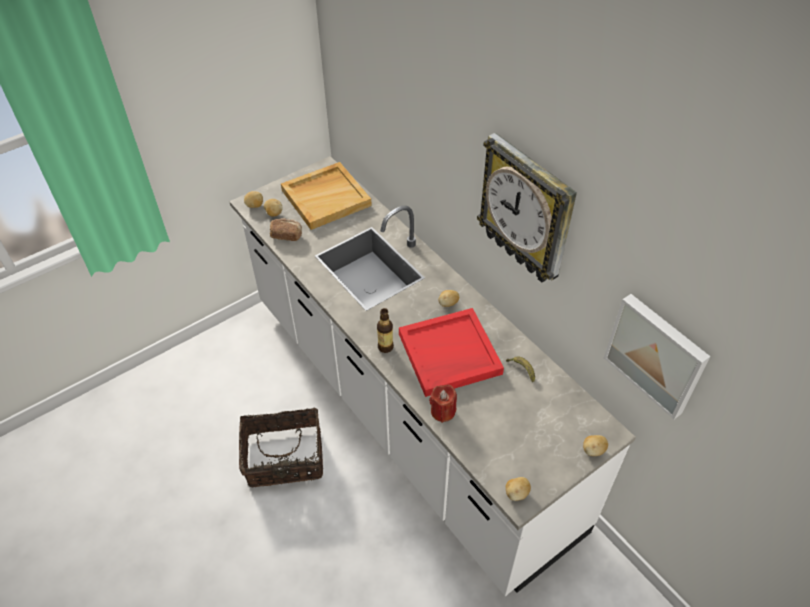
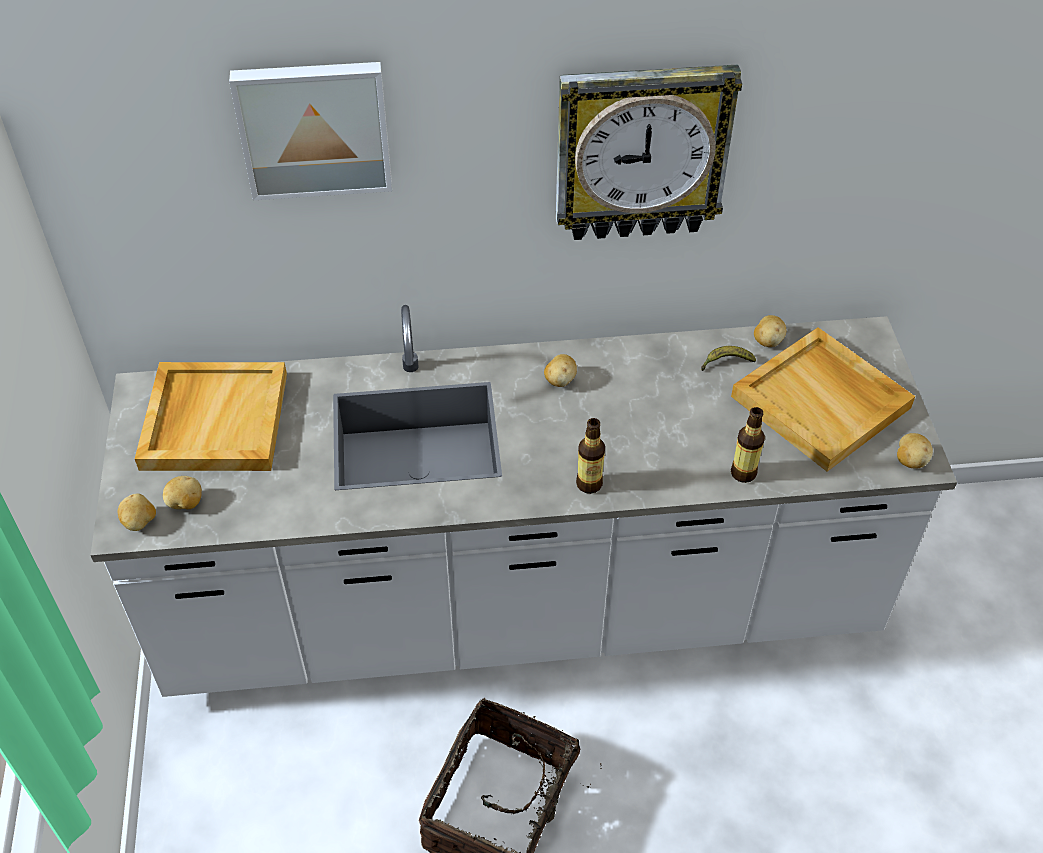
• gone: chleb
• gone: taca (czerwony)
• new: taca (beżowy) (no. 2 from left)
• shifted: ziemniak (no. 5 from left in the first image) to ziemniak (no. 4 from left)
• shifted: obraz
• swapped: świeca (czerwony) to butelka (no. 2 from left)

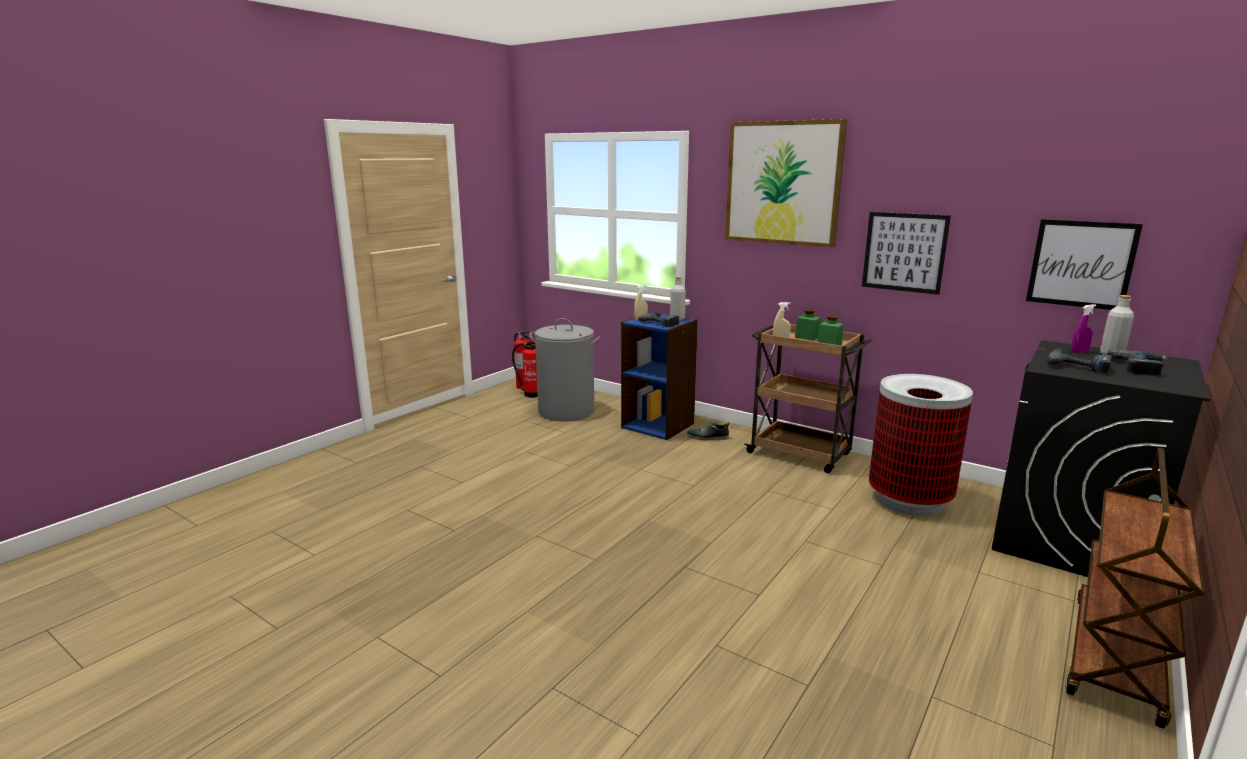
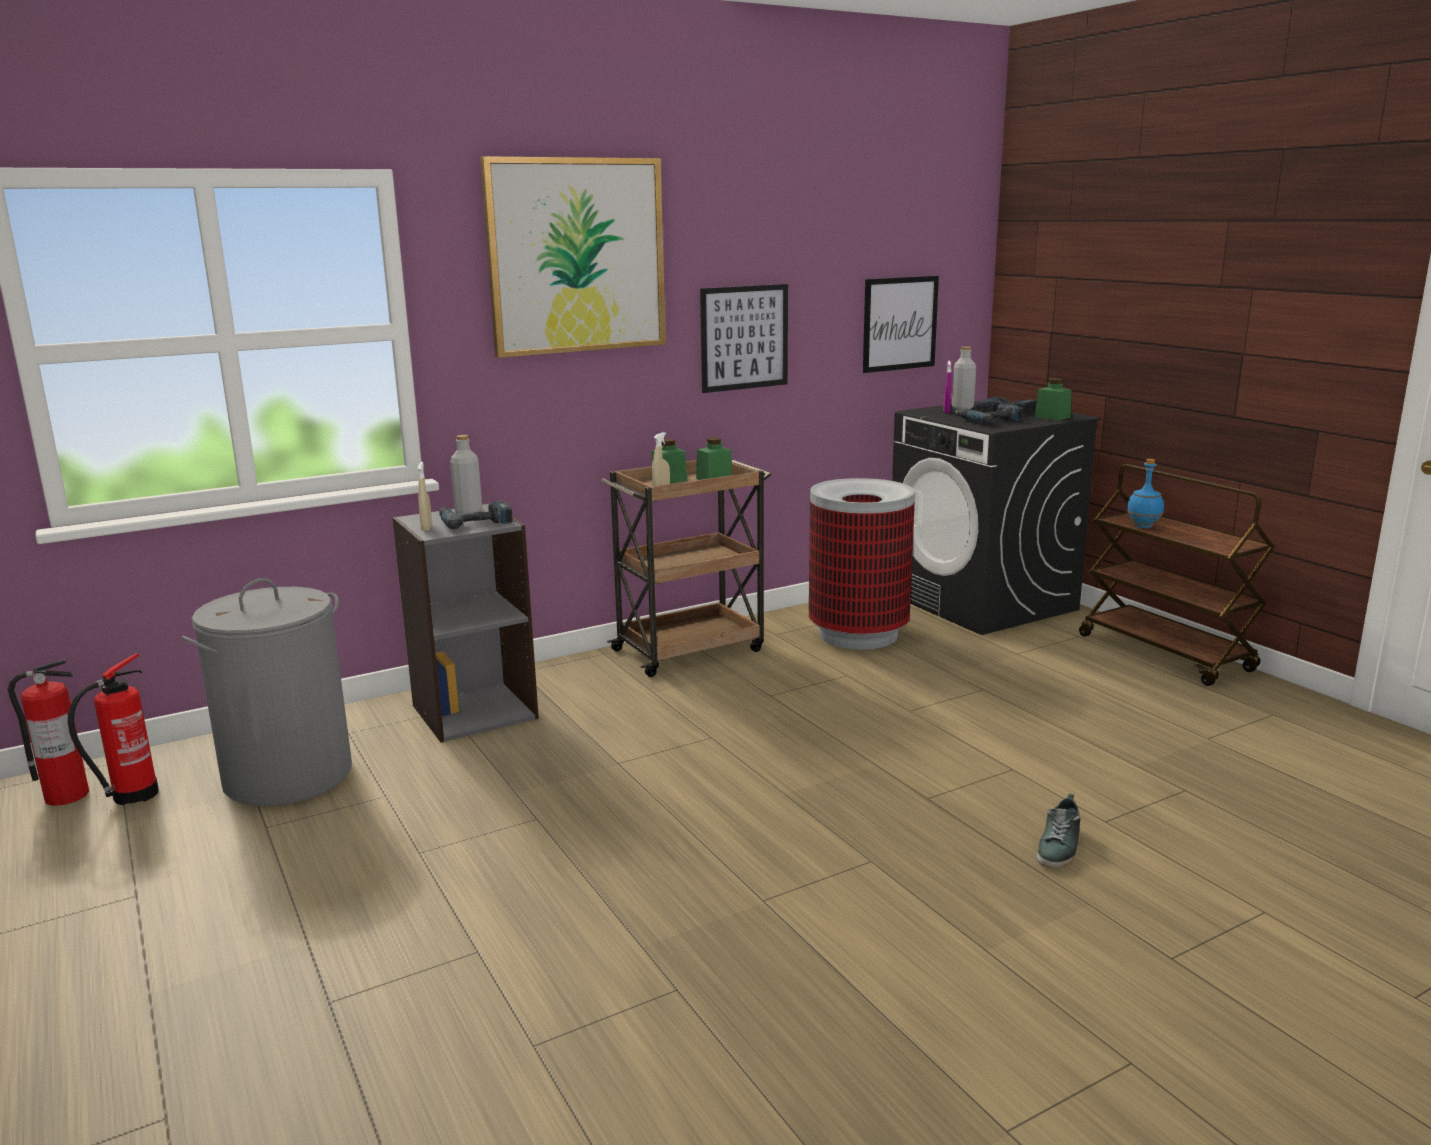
• new: słoik (zielony) (no. 3 from left)
• new: butelka (niebieski)
• shifted: but
• repainted: regał (niebieski) to regał (szary)

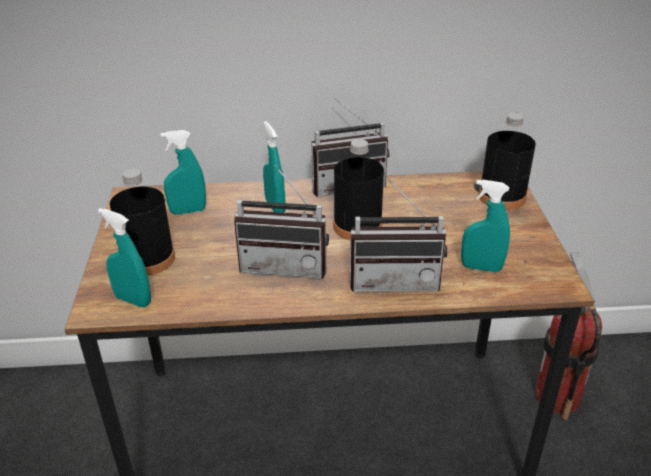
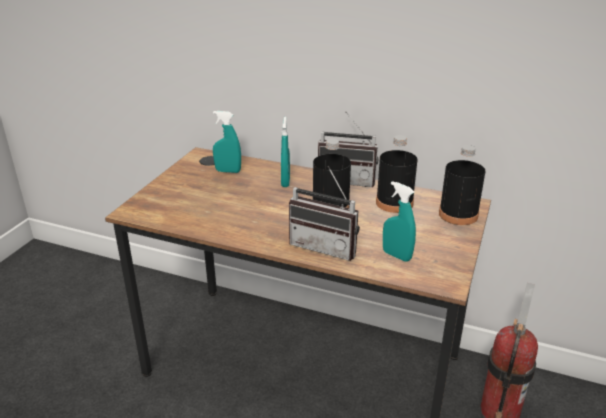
• gone: spryskiwacz (turkusowy) (no. 1 from left)
• gone: radio (no. 1 from left)
• shifted: butelka (czarny) (no. 1 from left in the first image) to butelka (czarny) (no. 2 from left)

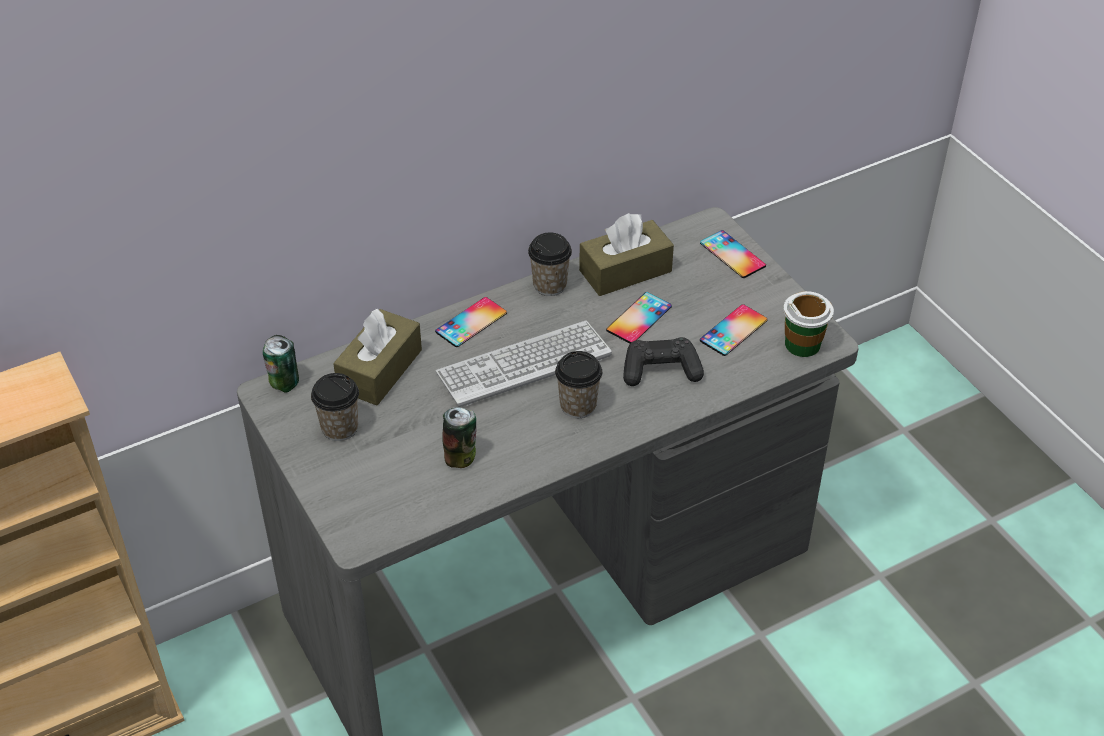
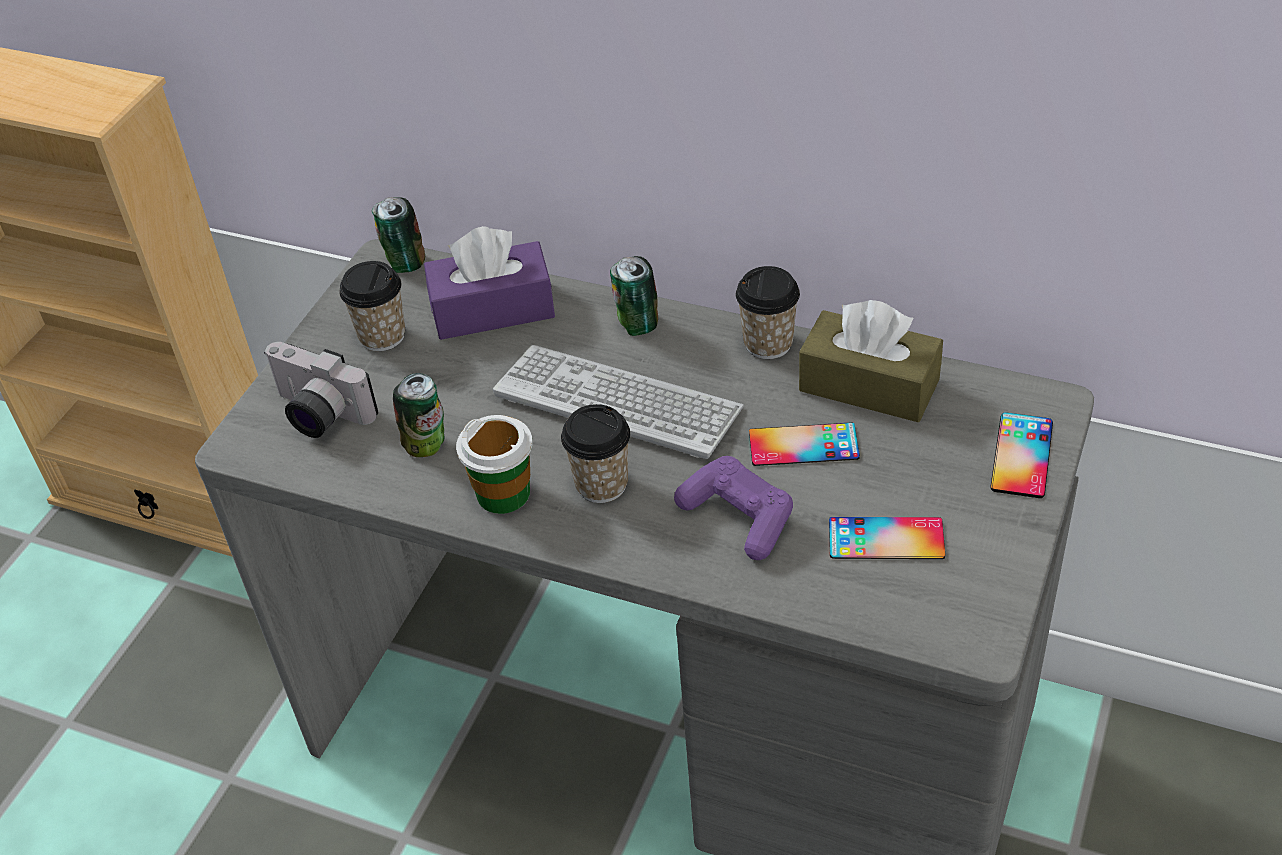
• new: aparat fotograficzny
• shifted: filiżanka (no. 4 from left in the first image) to filiżanka (no. 2 from left)
• swapped: telefon (no. 1 from left) to puszka (no. 3 from left)
• repainted: pudełko chusteczek (brązowy) (no. 1 from left) to pudełko chusteczek (fioletowy)
• repainted: pad do gier (czarny) to pad do gier (fioletowy)

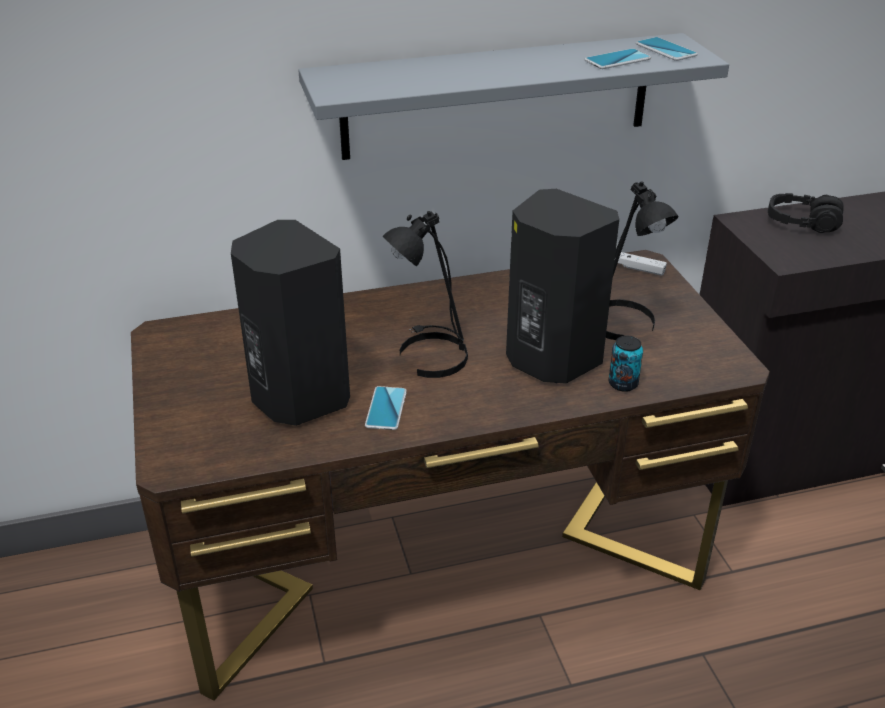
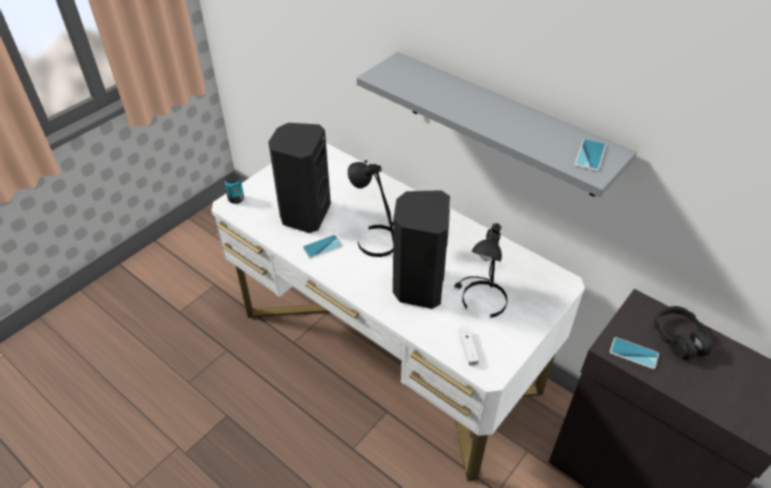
• shifted: telefon (no. 2 from left in the first image) to telefon (no. 3 from left)
• shifted: puszka
• shifted: pad do gier (biały)
• repainted: biurko (brązowy) to biurko (biały)

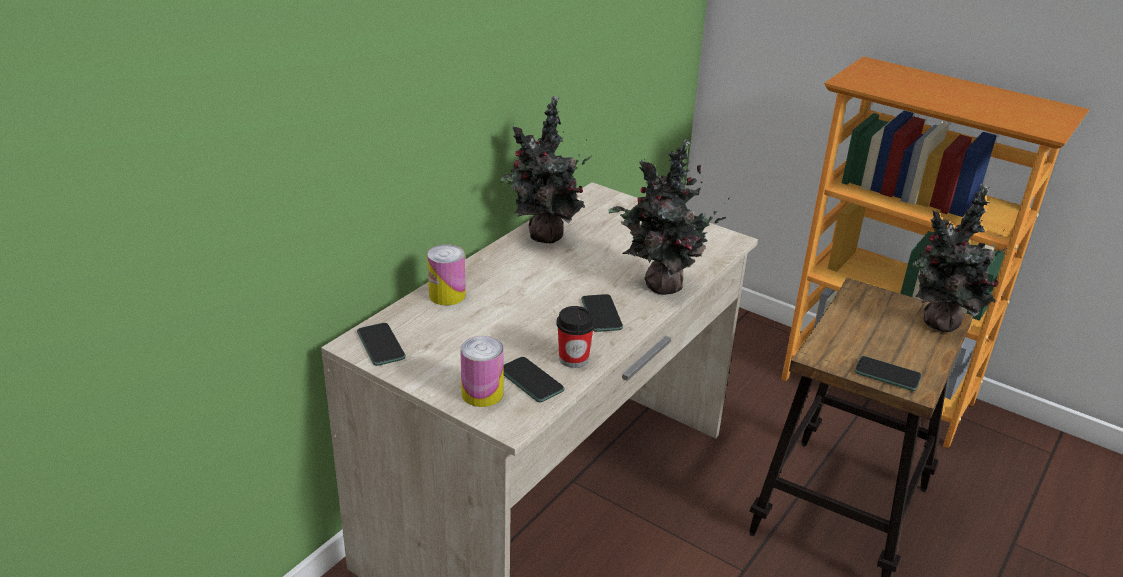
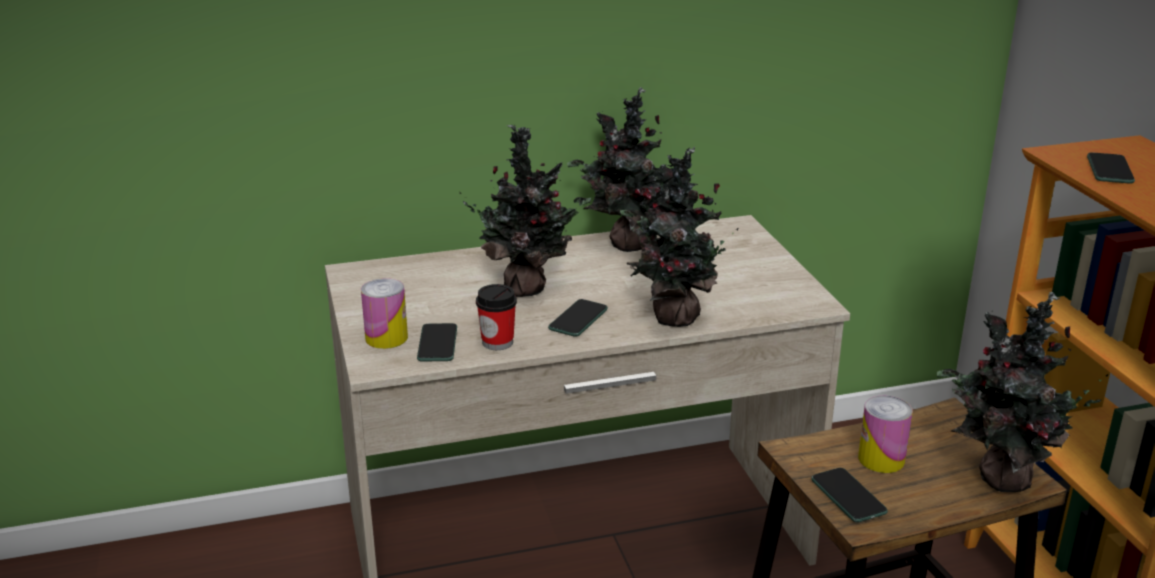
• new: roślina doniczkowa (no. 1 from left)
• shifted: telefon (no. 1 from left in the first image) to telefon (no. 4 from left)
• shifted: puszka (no. 1 from left in the first image) to puszka (no. 2 from left)

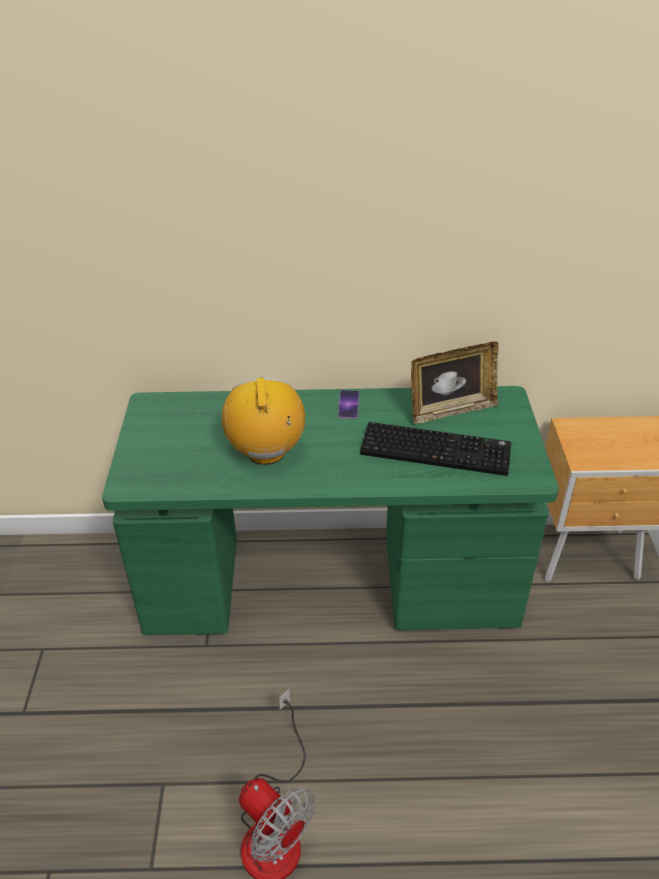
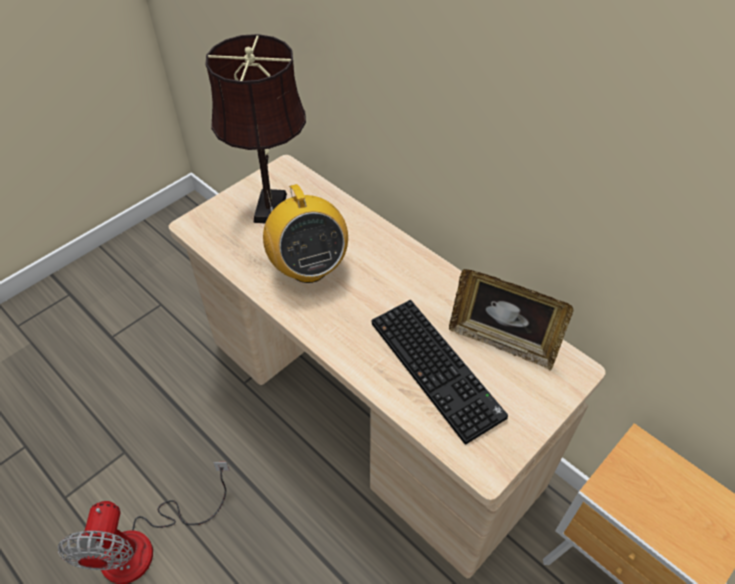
• gone: telefon
• new: lampa stołowa (brązowy)
• repainted: biurko (zielony) to biurko (beżowy)
• rotated: radio 120 degrees clockwise

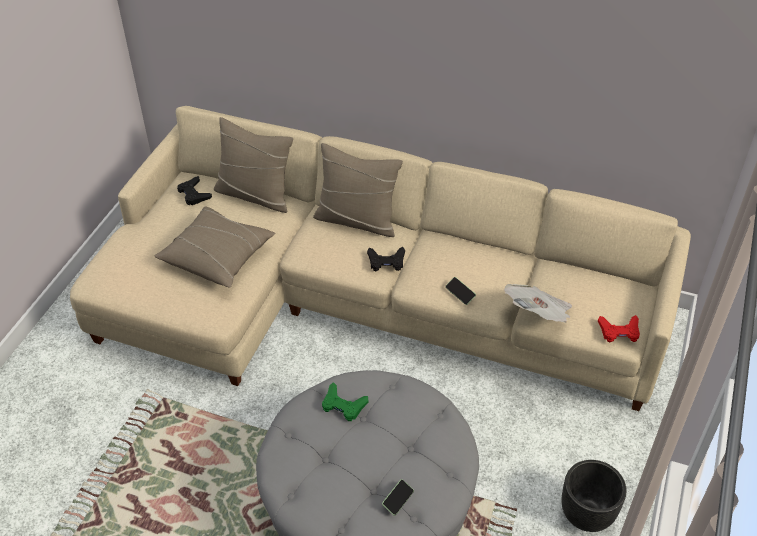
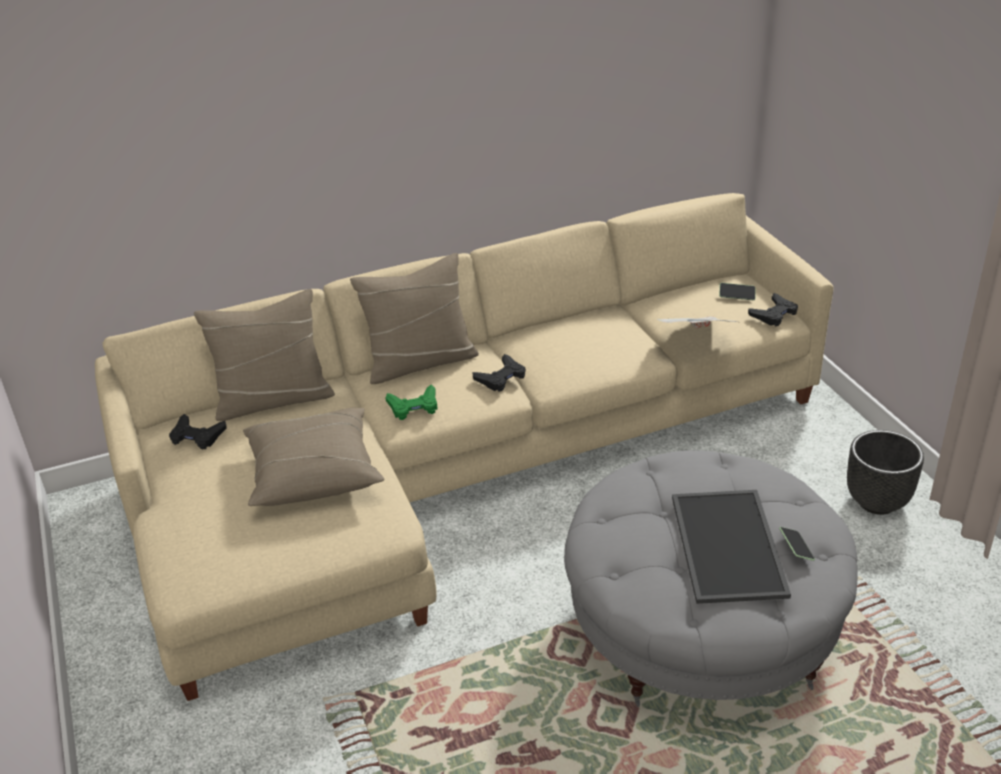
• new: taca
• shifted: pad do gier (zielony)
• shifted: telefon (no. 2 from left in the first image) to telefon (no. 1 from left)
• repainted: pad do gier (czerwony) to pad do gier (czarny) (no. 3 from left)

